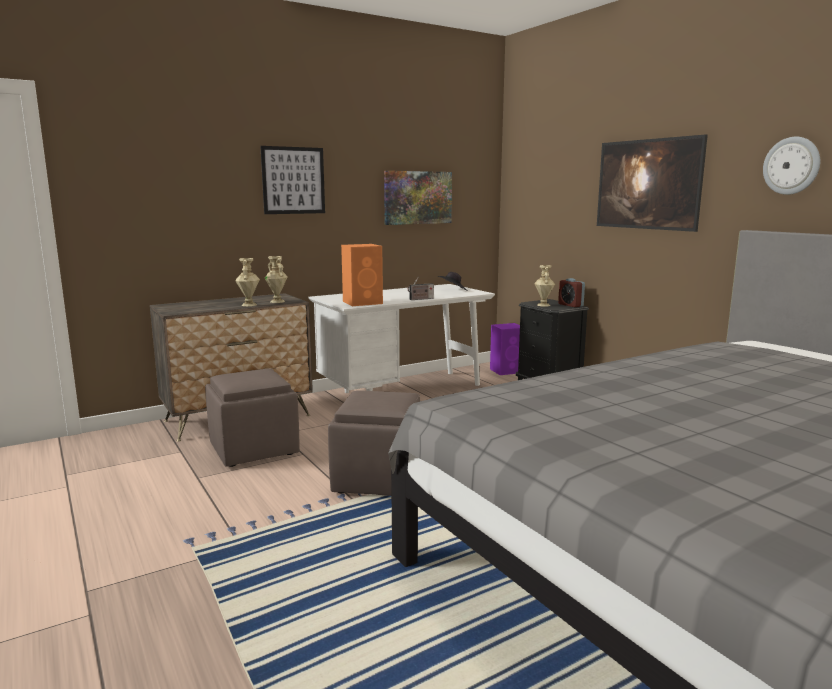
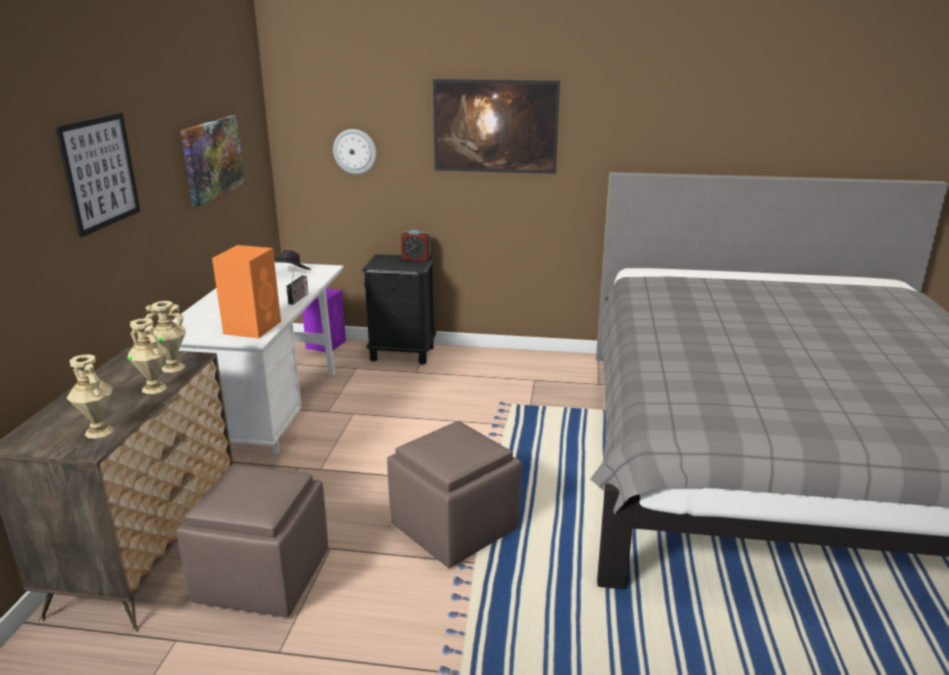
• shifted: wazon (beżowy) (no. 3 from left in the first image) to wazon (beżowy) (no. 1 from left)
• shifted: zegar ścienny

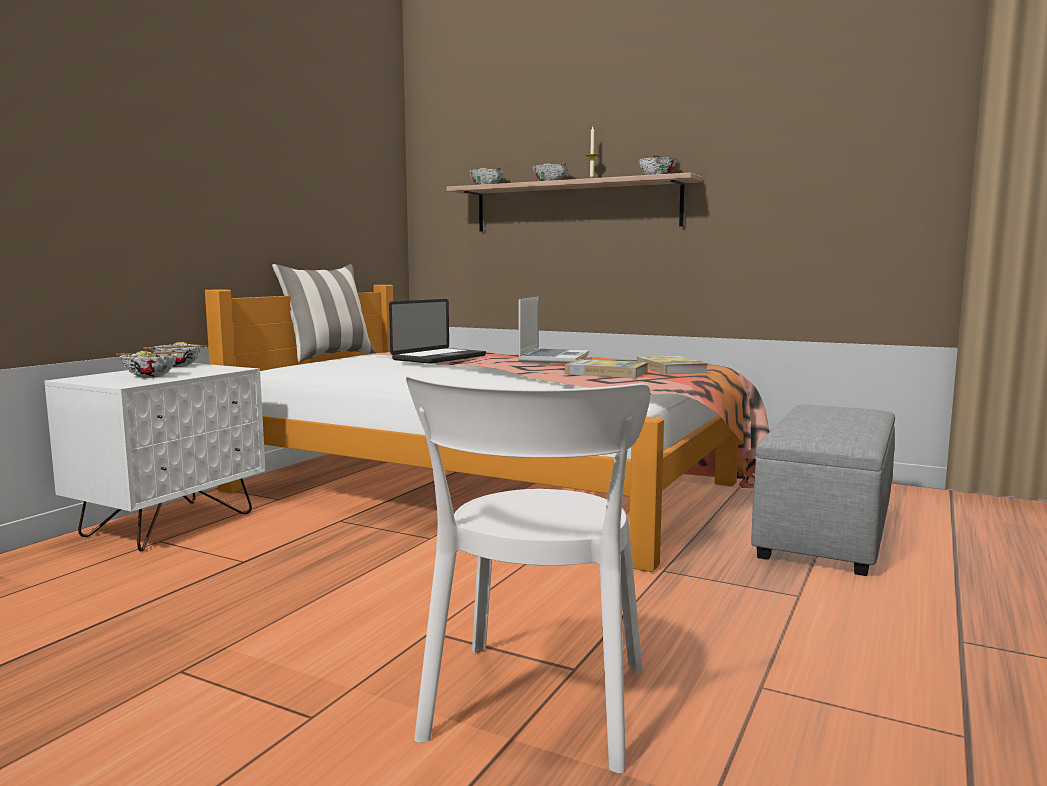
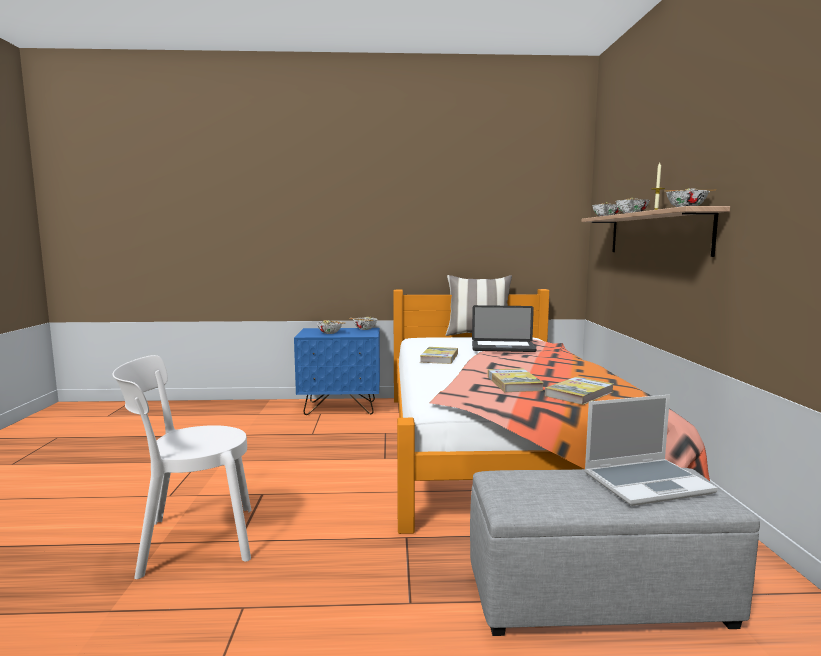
• new: książka (no. 1 from left)
• shifted: laptop (no. 2 from left)
• repainted: szafka nocna (biały) to szafka nocna (niebieski)

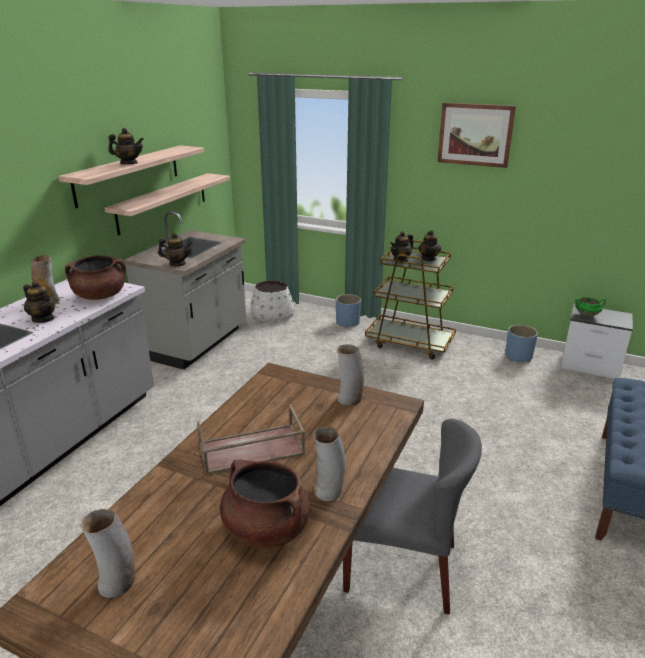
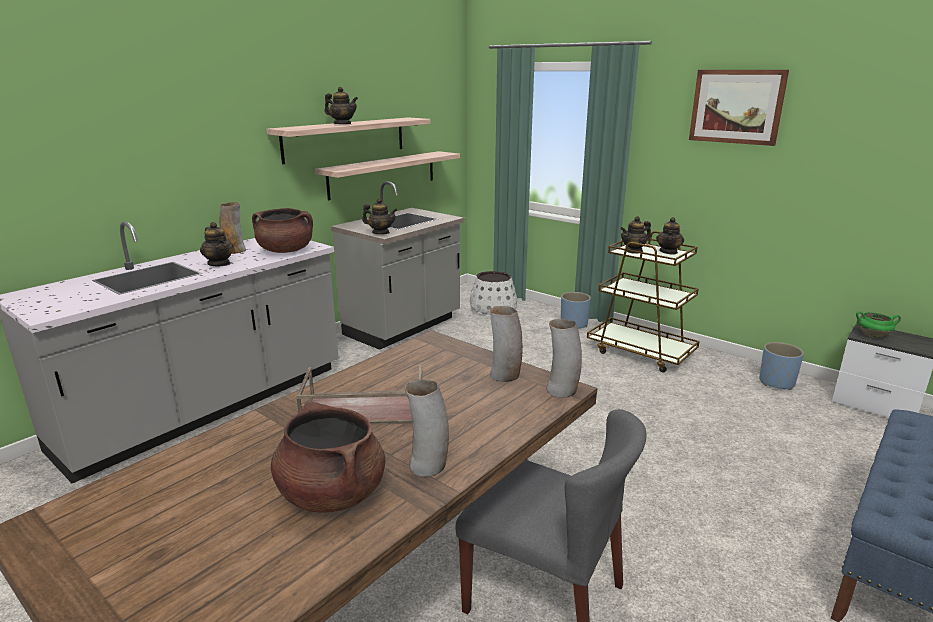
• shifted: wazon (no. 2 from left in the first image) to wazon (no. 4 from left)

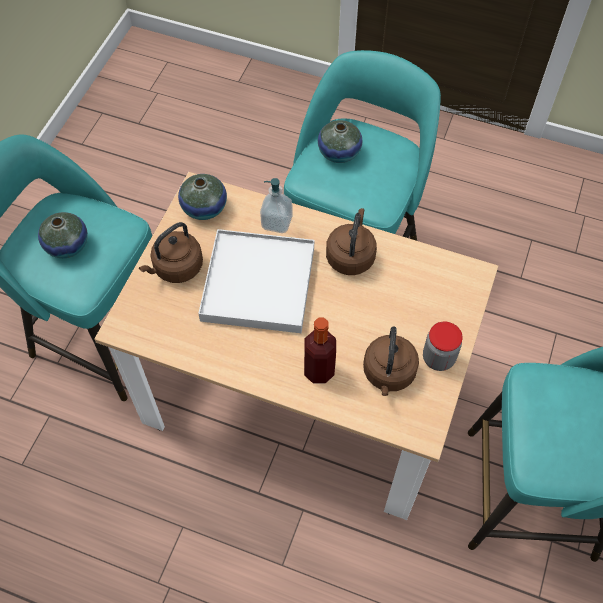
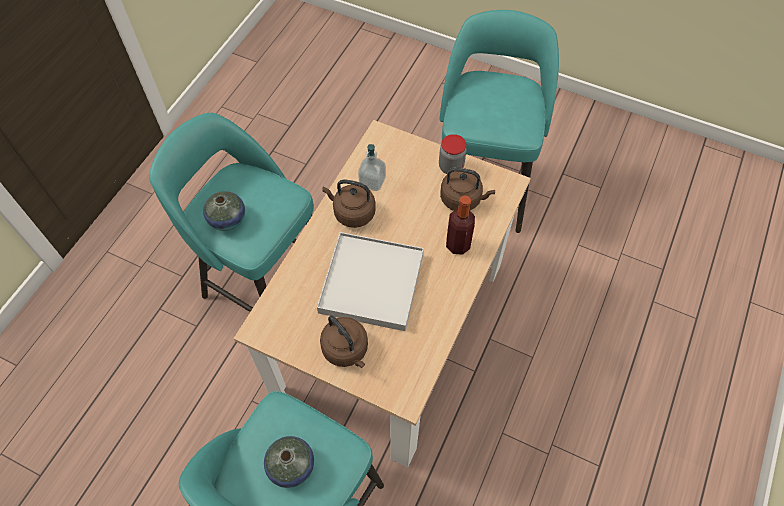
• gone: wazon (no. 2 from left)
• shifted: dozownik mydła

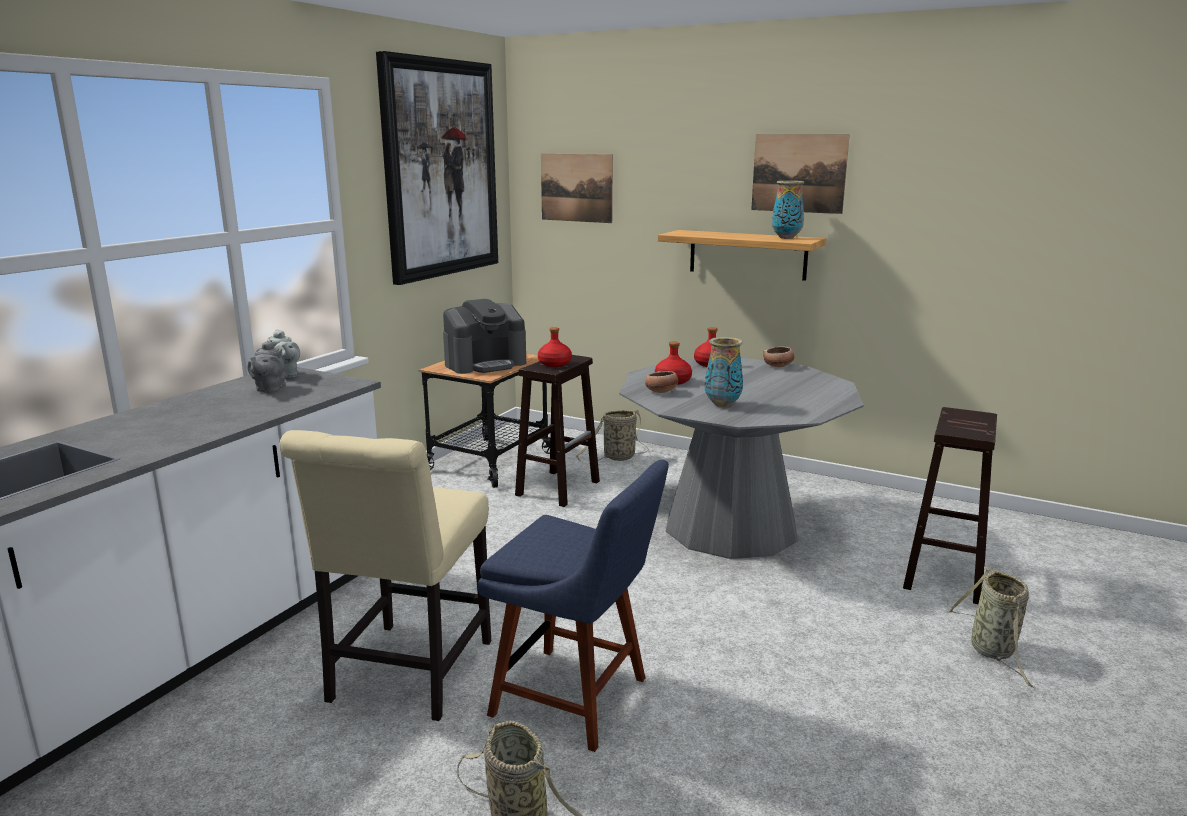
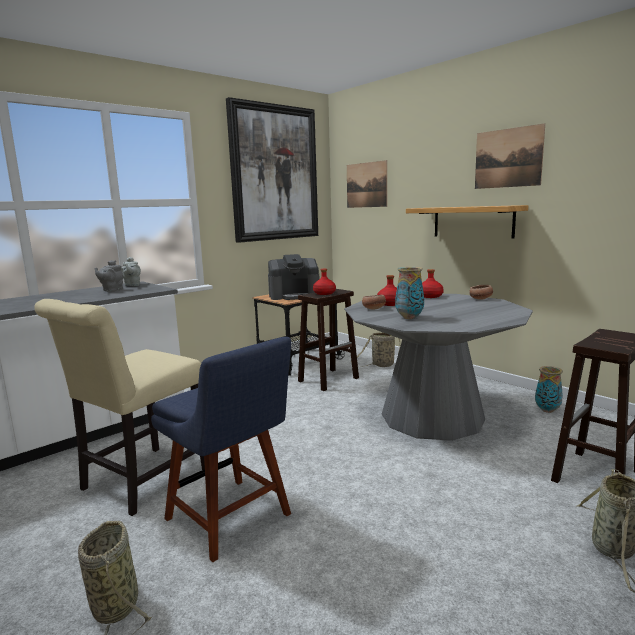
• shifted: wazon (no. 2 from left)

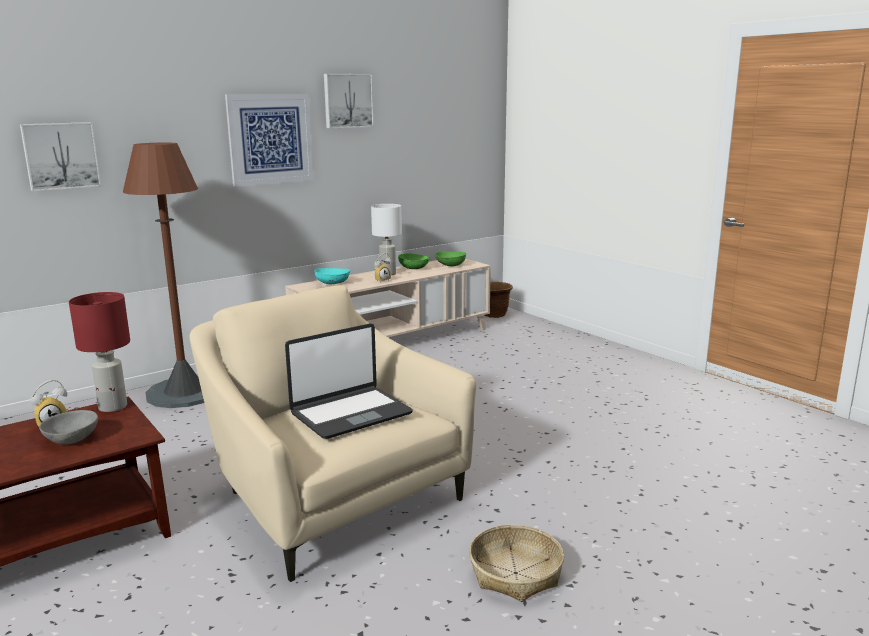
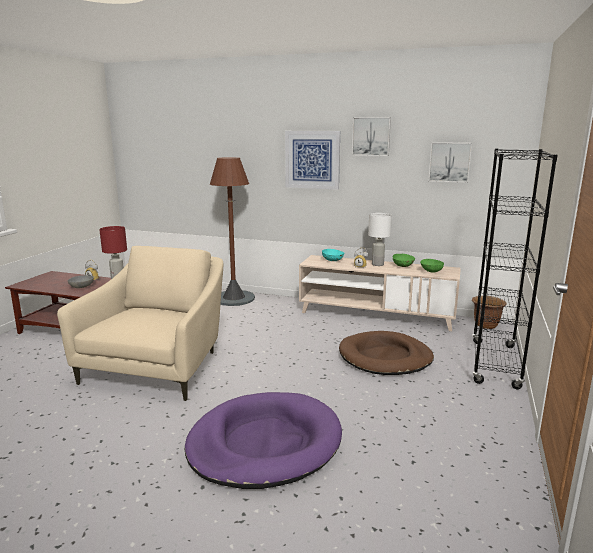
• gone: laptop
• gone: koszyk
• new: legowisko (fioletowy)
• new: legowisko (brązowy)
• new: regał (czarny)
• shifted: obraz (no. 1 from left in the first image) to obraz (no. 3 from left)

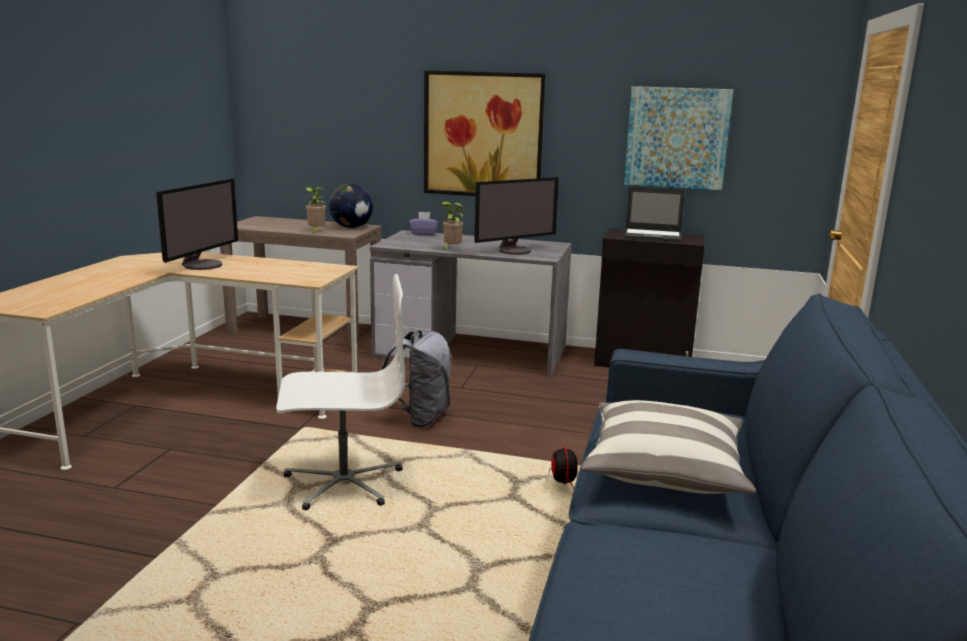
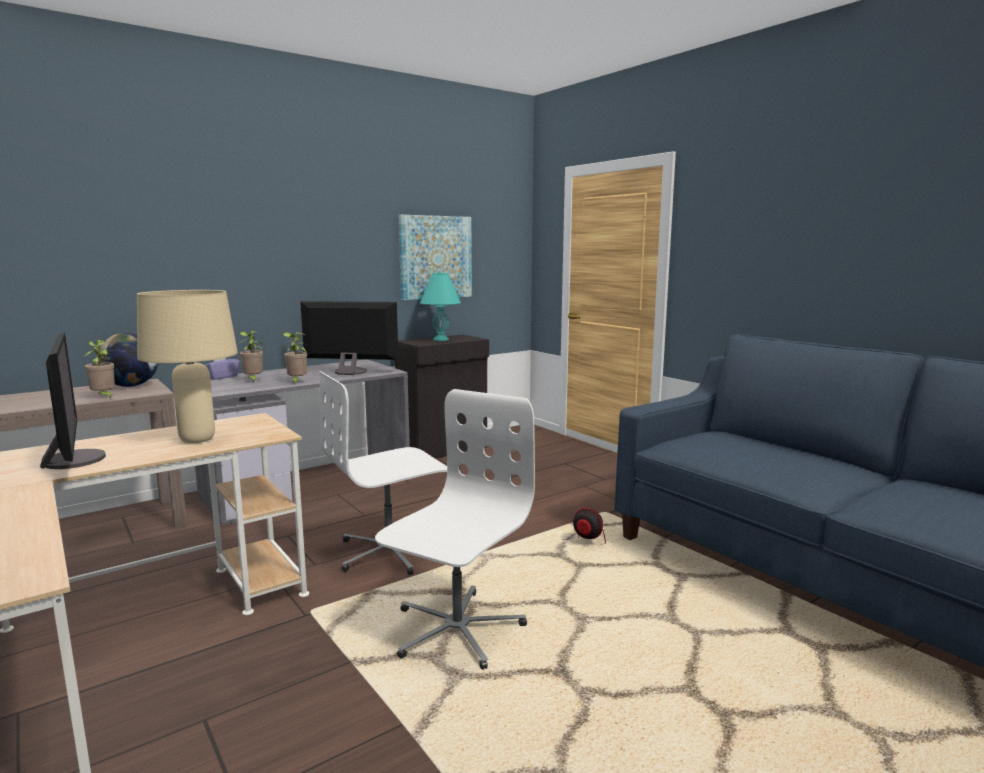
• gone: obraz (no. 1 from left)
• gone: poduszka
• new: lampa stołowa (beżowy)
• new: roślina doniczkowa (no. 2 from left)
• swapped: plecak (szary) to krzesło biurowe (biały) (no. 1 from left)
• swapped: laptop to lampa stołowa (turkusowy)
• rotated: monitor (no. 2 from left) 90 degrees counterclockwise

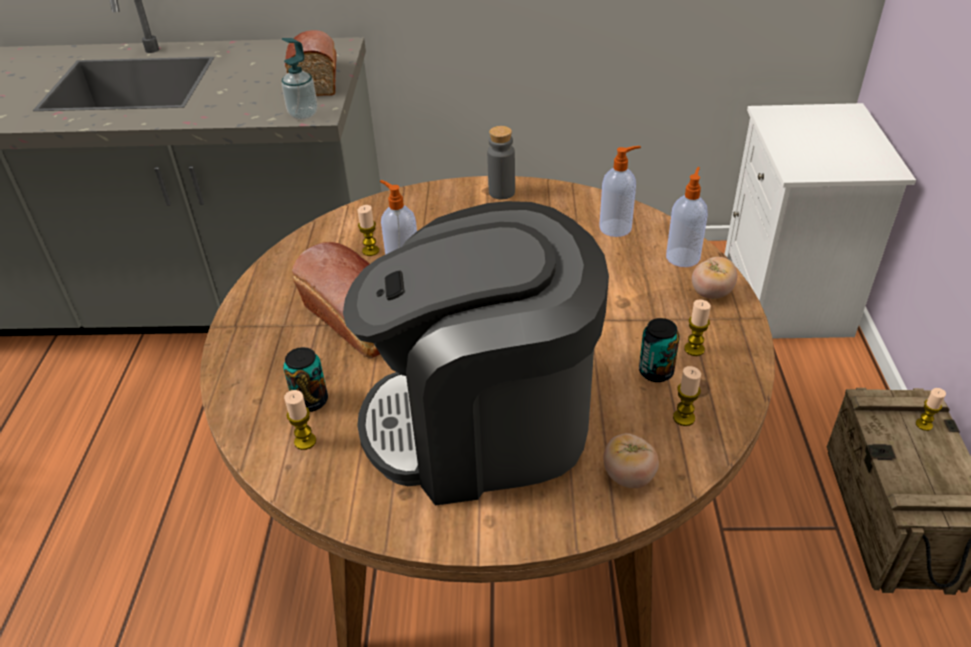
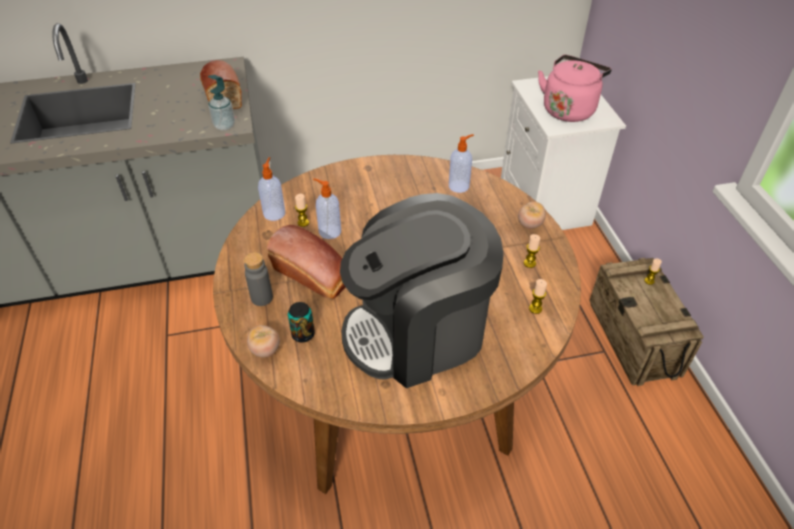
• gone: świeca (no. 1 from left)
• gone: puszka (no. 2 from left)
• new: czajnik (różowy)
• shifted: butelka (szary)
• shifted: pomidor (no. 1 from left)
• shifted: dozownik mydła (no. 4 from left in the first image) to dozownik mydła (no. 2 from left)

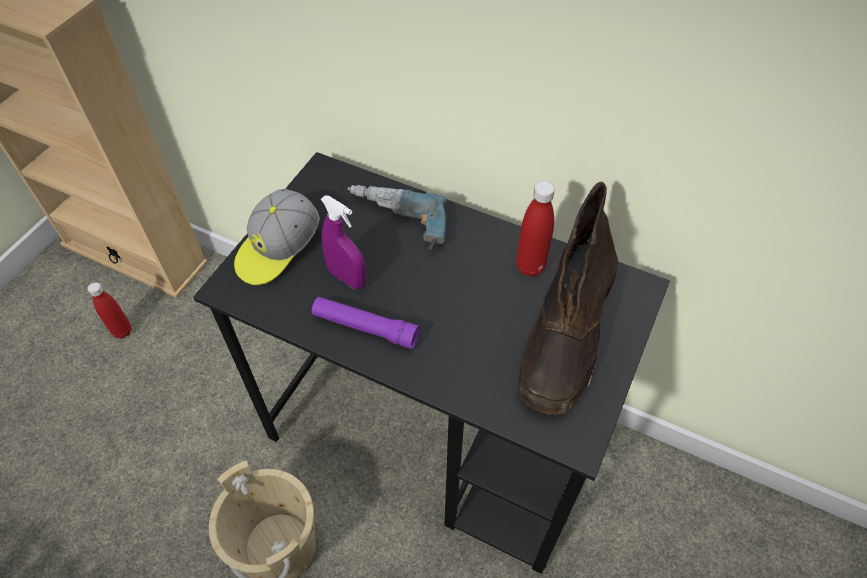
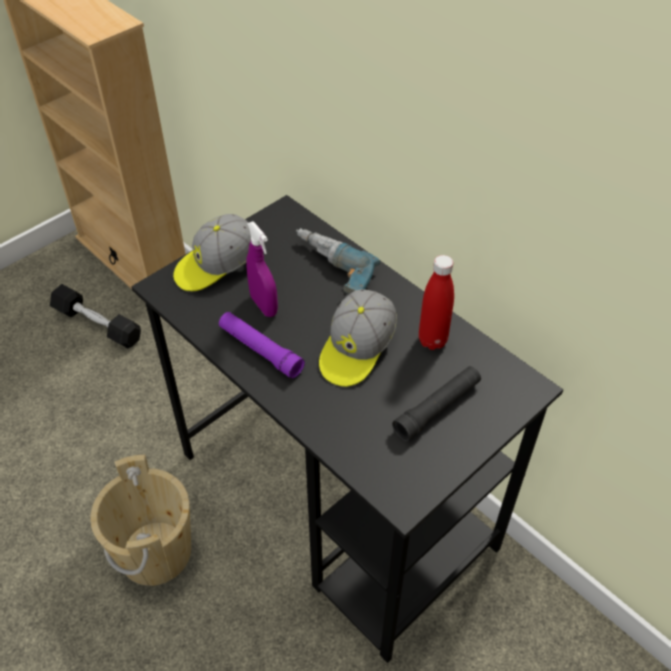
• new: czapka z daszkiem (no. 2 from left)
• swapped: butelka (czerwony) (no. 1 from left) to hantel (czarny)
• swapped: but z cholewką (brązowy) to latarka (czarny)

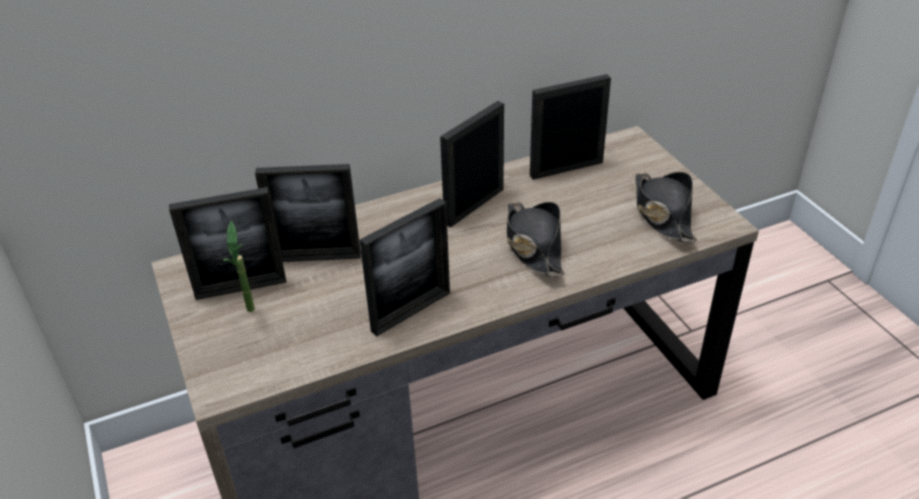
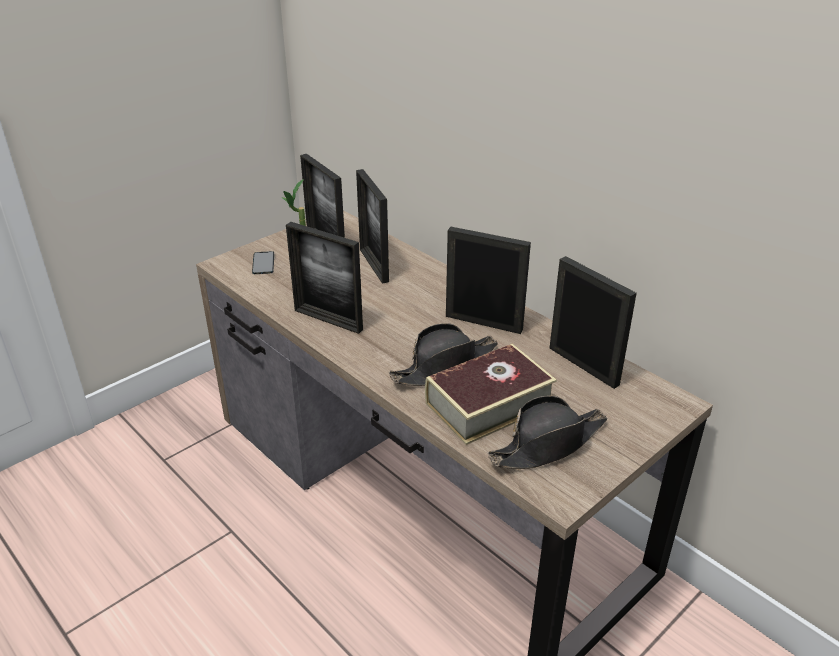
• new: telefon
• new: książka

